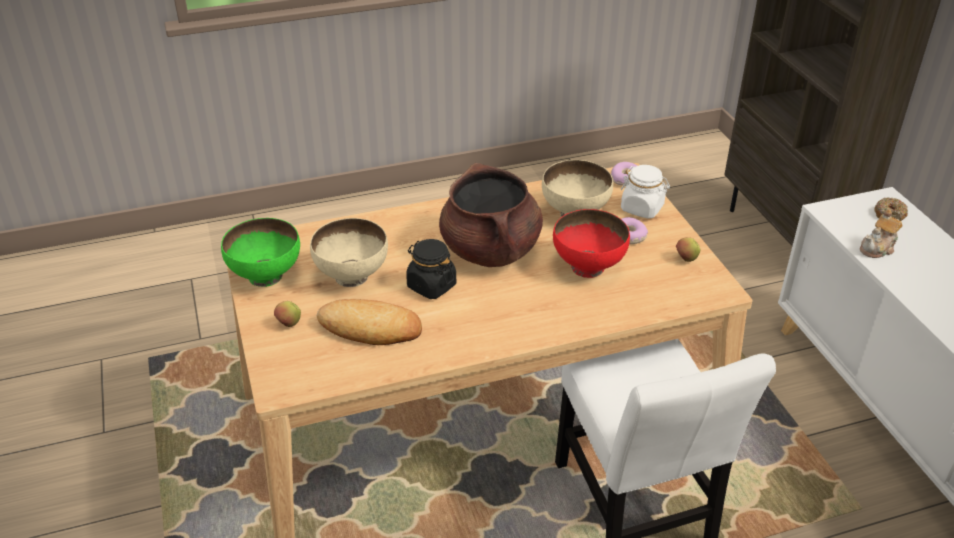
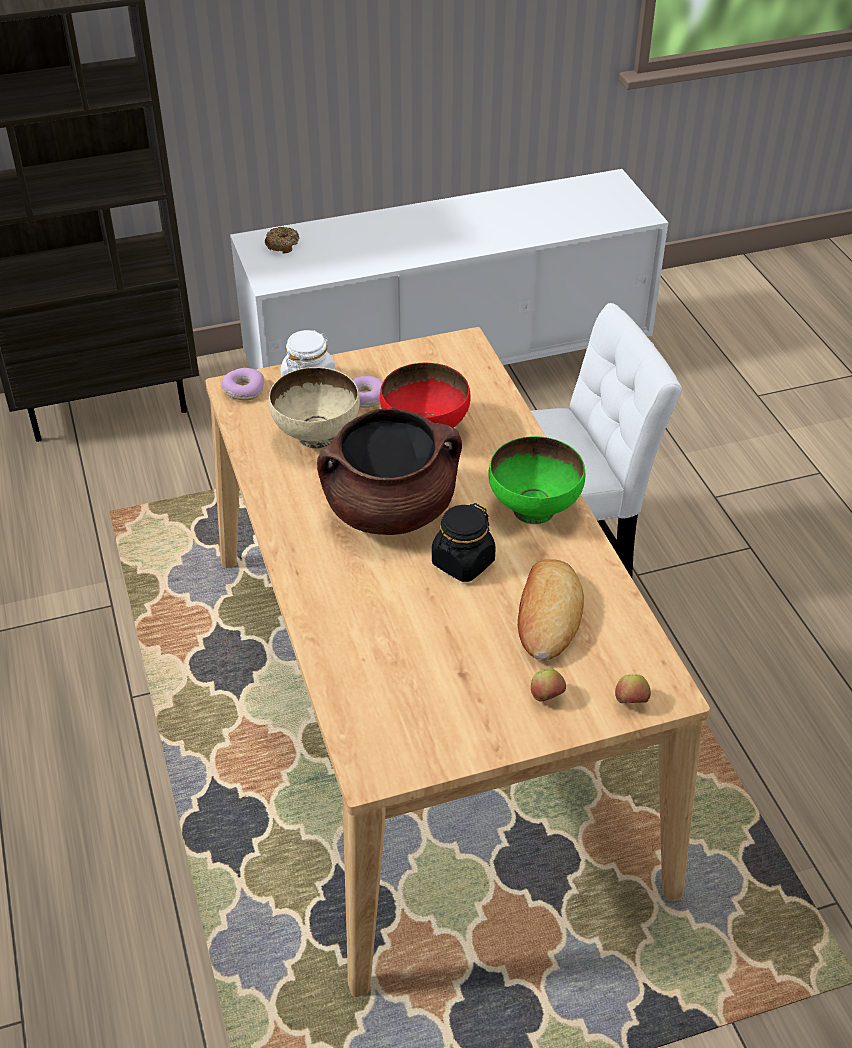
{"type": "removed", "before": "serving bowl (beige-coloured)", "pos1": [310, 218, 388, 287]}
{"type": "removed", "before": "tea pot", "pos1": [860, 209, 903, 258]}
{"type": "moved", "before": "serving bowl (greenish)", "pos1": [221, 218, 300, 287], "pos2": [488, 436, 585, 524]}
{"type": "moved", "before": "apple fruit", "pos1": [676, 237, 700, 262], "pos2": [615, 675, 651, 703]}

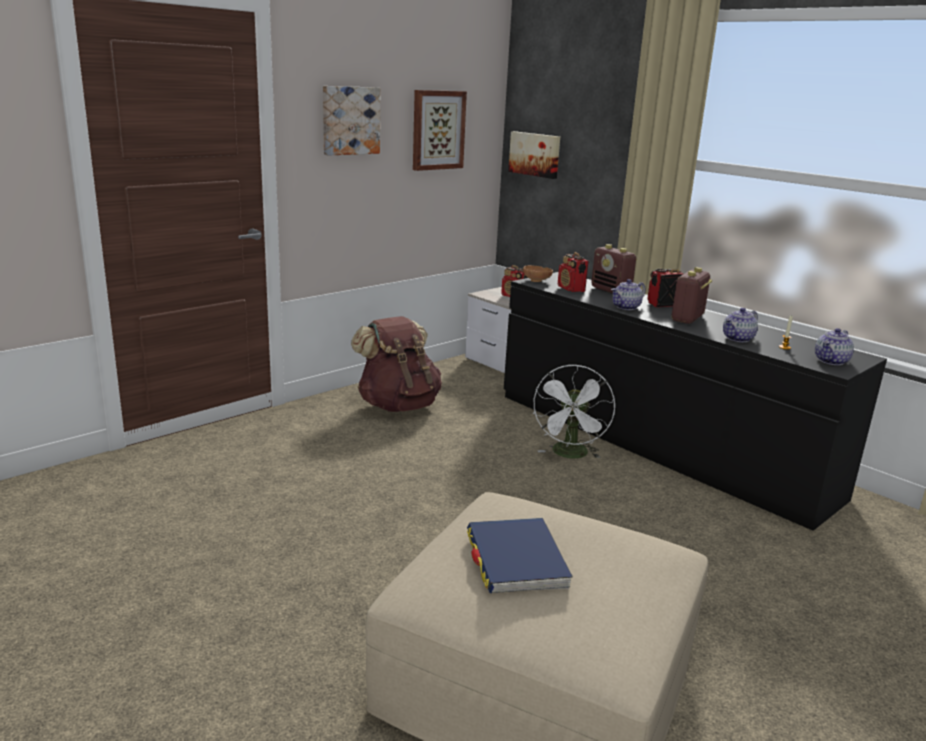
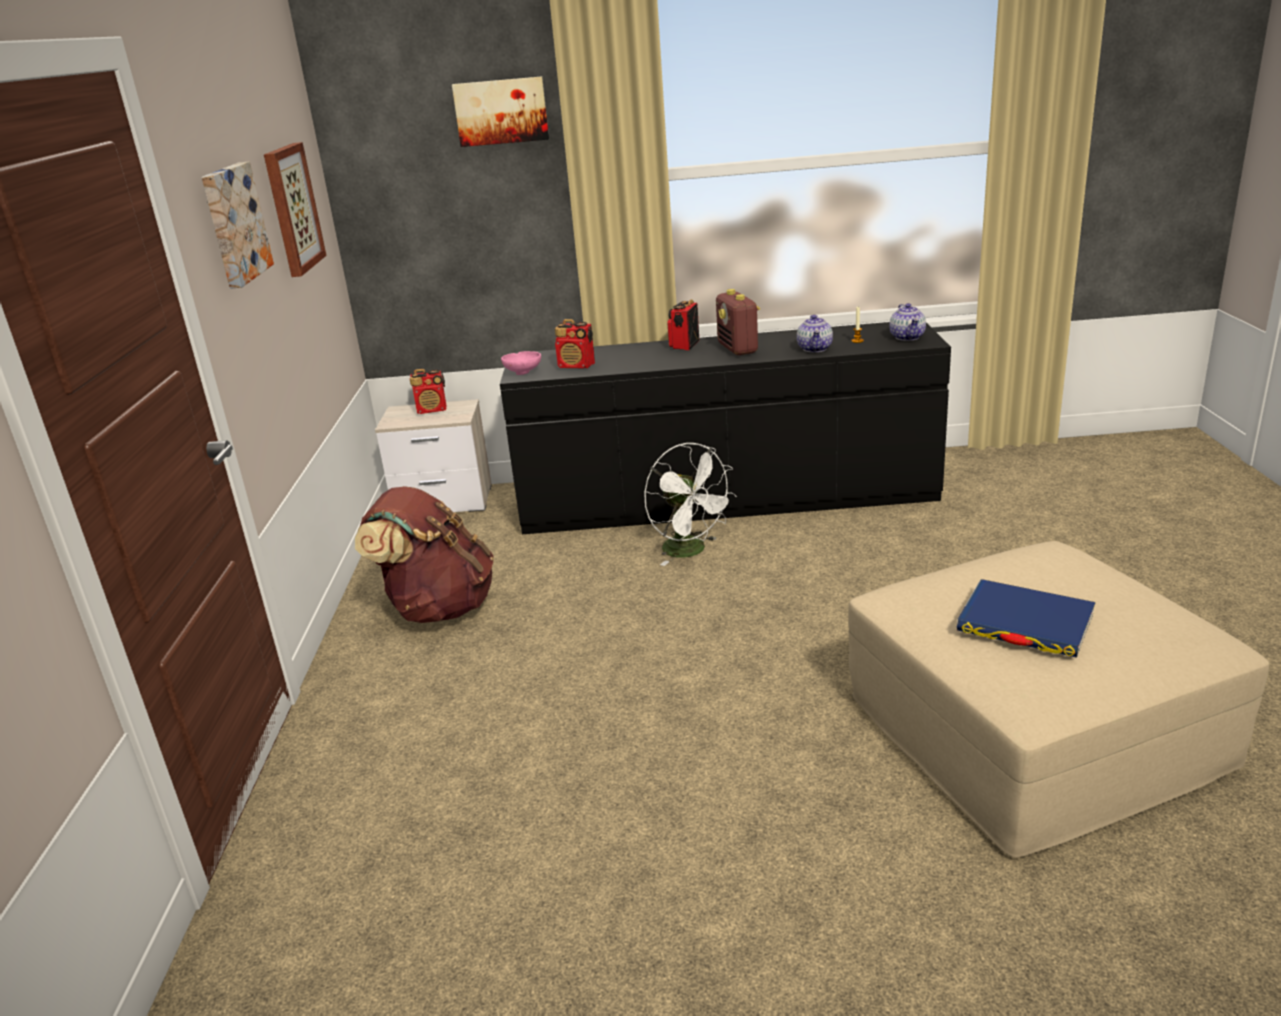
{"type": "removed", "before": "radio", "pos1": [591, 244, 637, 294]}
{"type": "removed", "before": "tea pot", "pos1": [611, 279, 646, 310]}
{"type": "moved", "before": "wall picture", "pos1": [508, 131, 560, 179], "pos2": [452, 76, 549, 147]}
{"type": "recoloured", "before": "serving bowl (brown-coloured)", "after": "serving bowl (pinkish)", "pos1": [523, 265, 553, 282], "pos2": [501, 351, 541, 375]}

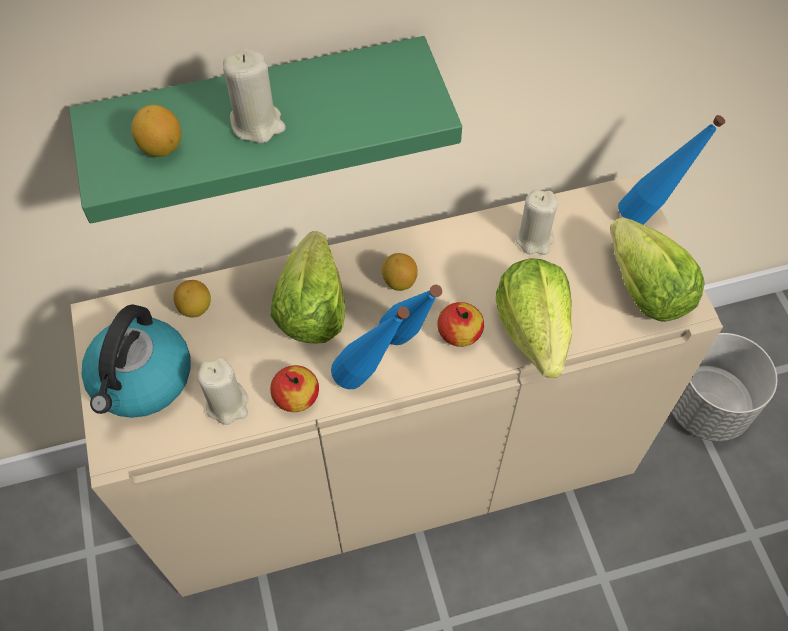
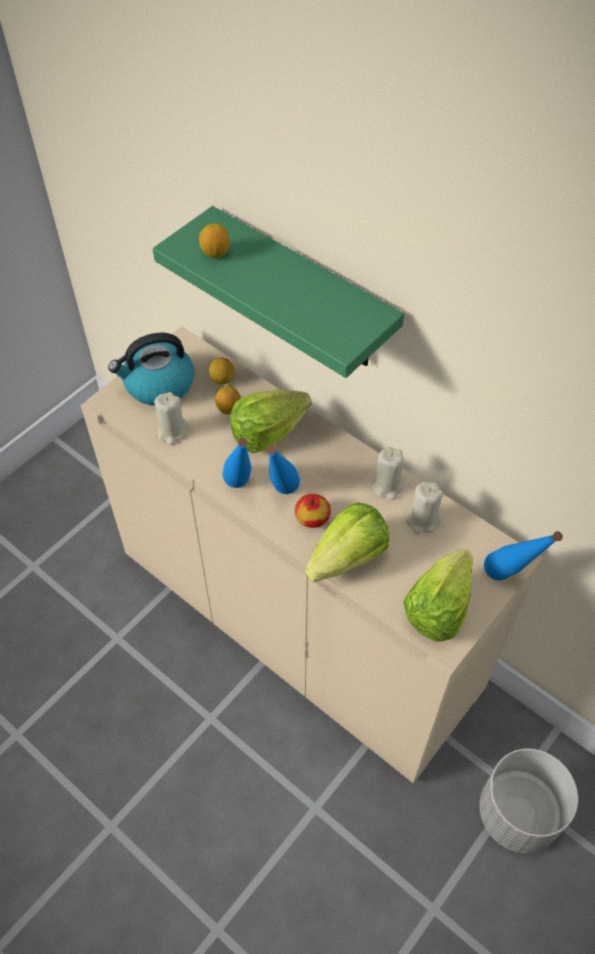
{"type": "removed", "before": "apple fruit", "pos1": [270, 365, 319, 412]}
{"type": "moved", "before": "wax light (beige-coloured)", "pos1": [223, 48, 286, 143], "pos2": [372, 447, 404, 500]}
{"type": "moved", "before": "whole lemon", "pos1": [382, 253, 418, 291], "pos2": [215, 386, 241, 414]}

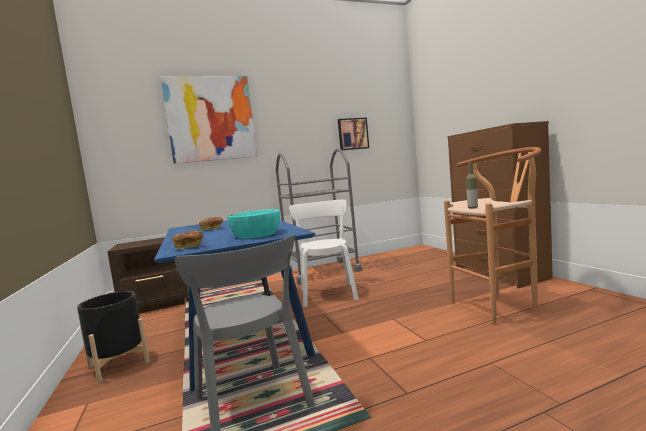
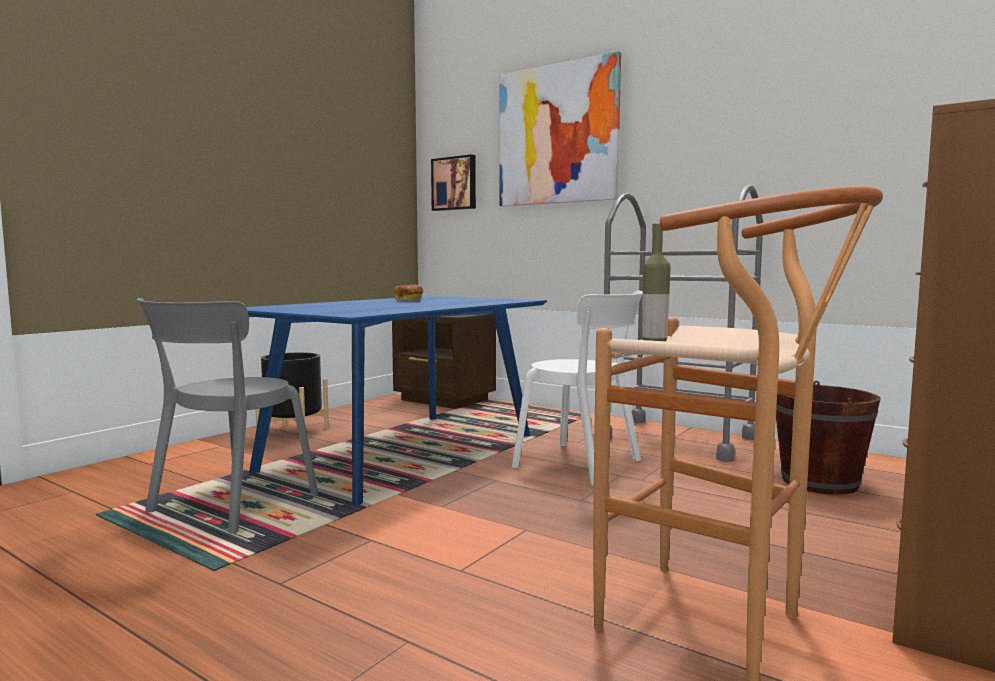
{"type": "removed", "before": "bakery bread", "pos1": [173, 230, 204, 249]}
{"type": "removed", "before": "serving bowl (turquoise)", "pos1": [228, 209, 280, 239]}
{"type": "added", "after": "bucket (brown-coloured)", "pos2": [776, 381, 881, 495]}
{"type": "moved", "before": "wall picture", "pos1": [338, 118, 369, 150], "pos2": [431, 154, 476, 211]}
{"type": "turned", "before": "chair (white-coloured)", "pos1": [289, 199, 358, 307], "pos2": [512, 291, 643, 486], "turn": 75}

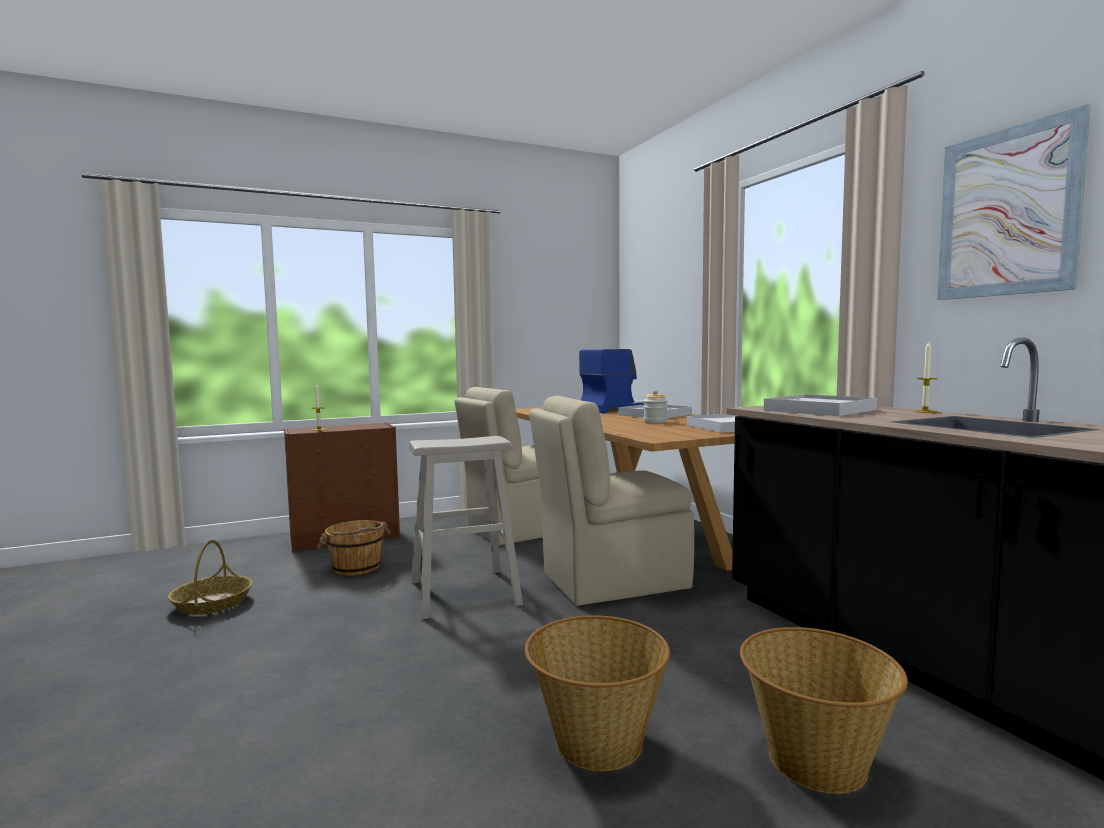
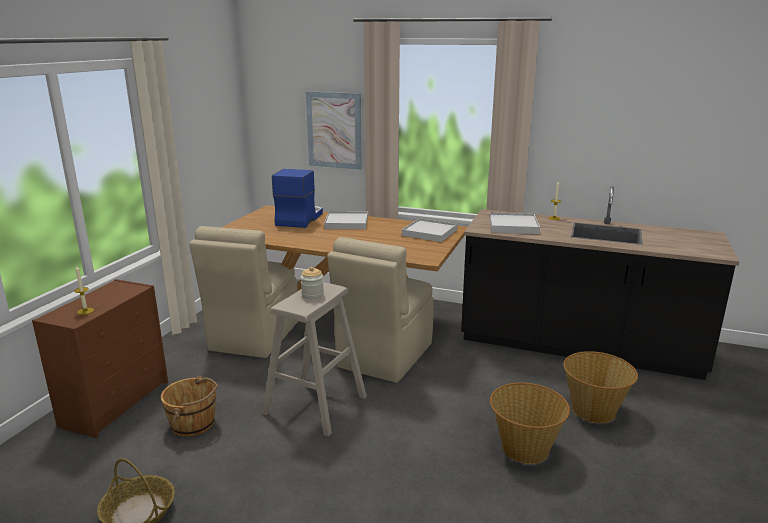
{"type": "moved", "before": "storage jar", "pos1": [644, 390, 667, 423], "pos2": [301, 267, 324, 299]}
{"type": "moved", "before": "wall picture", "pos1": [937, 104, 1091, 300], "pos2": [306, 91, 362, 170]}

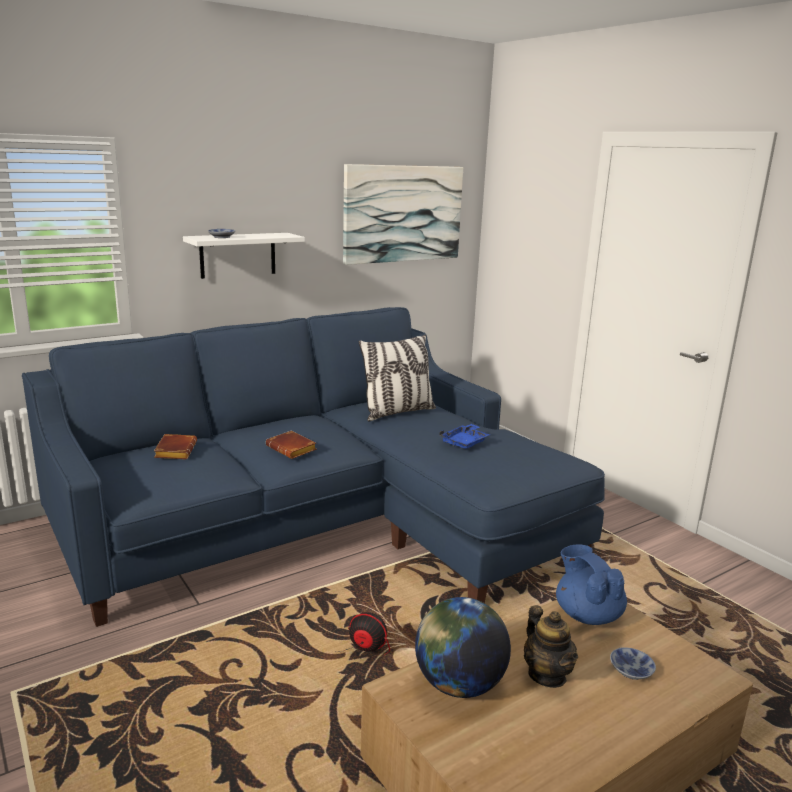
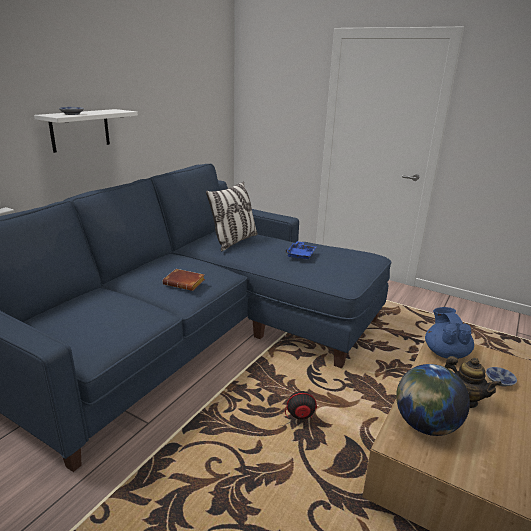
{"type": "removed", "before": "book (brown-coloured)", "pos1": [154, 434, 197, 459]}
{"type": "removed", "before": "wall picture", "pos1": [343, 164, 463, 265]}
{"type": "turned", "before": "tea pot (blue-coloured)", "pos1": [556, 544, 627, 625], "pos2": [425, 307, 474, 359], "turn": 45}

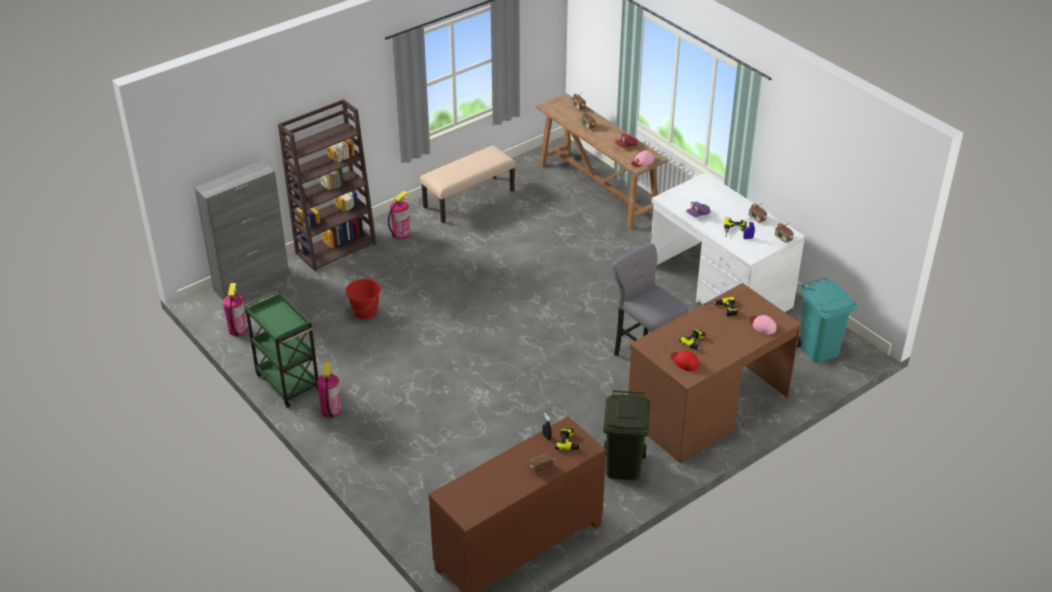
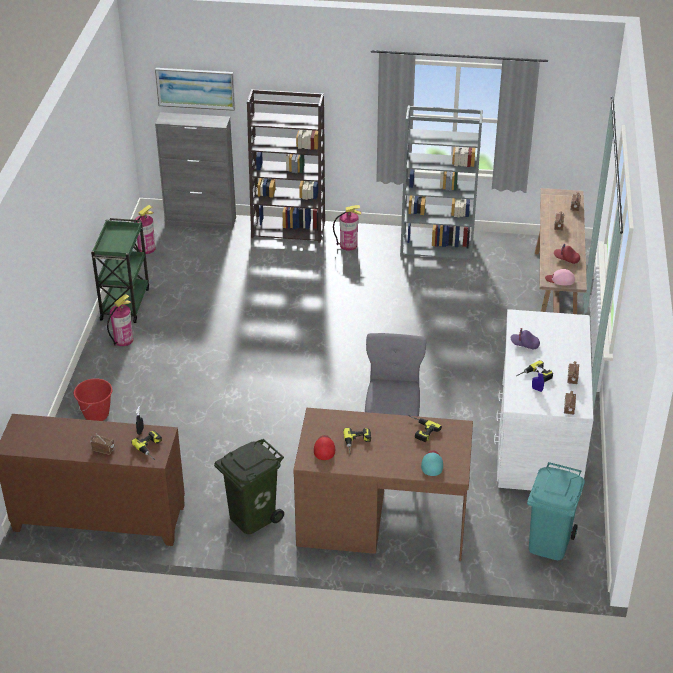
{"type": "added", "after": "wall picture", "pos2": [155, 68, 235, 111]}
{"type": "moved", "before": "bucket (red)", "pos1": [345, 279, 381, 319], "pos2": [74, 378, 113, 421]}
{"type": "replaced", "before": "long seat (beige-coloured)", "after": "bookcase (gray)", "pos1": [420, 145, 516, 223], "pos2": [400, 106, 483, 261]}
{"type": "recoloured", "before": "baseball cap (pinkish)", "after": "baseball cap (turquoise)", "pos1": [749, 315, 776, 335], "pos2": [421, 450, 443, 476]}

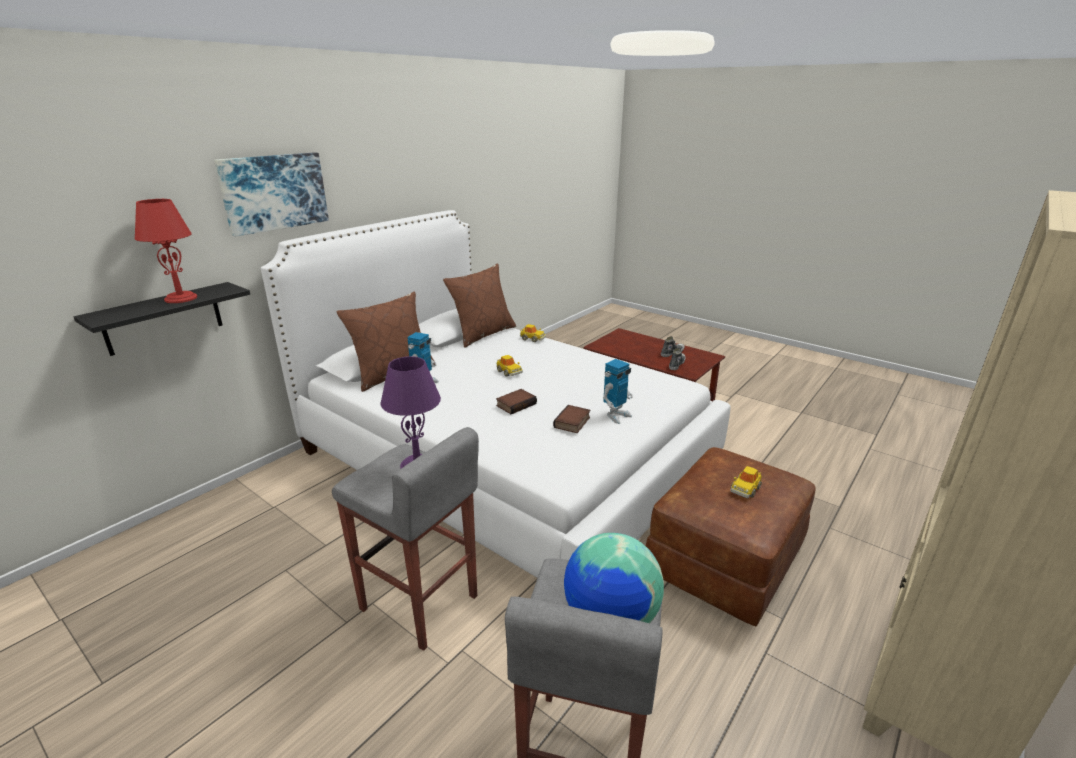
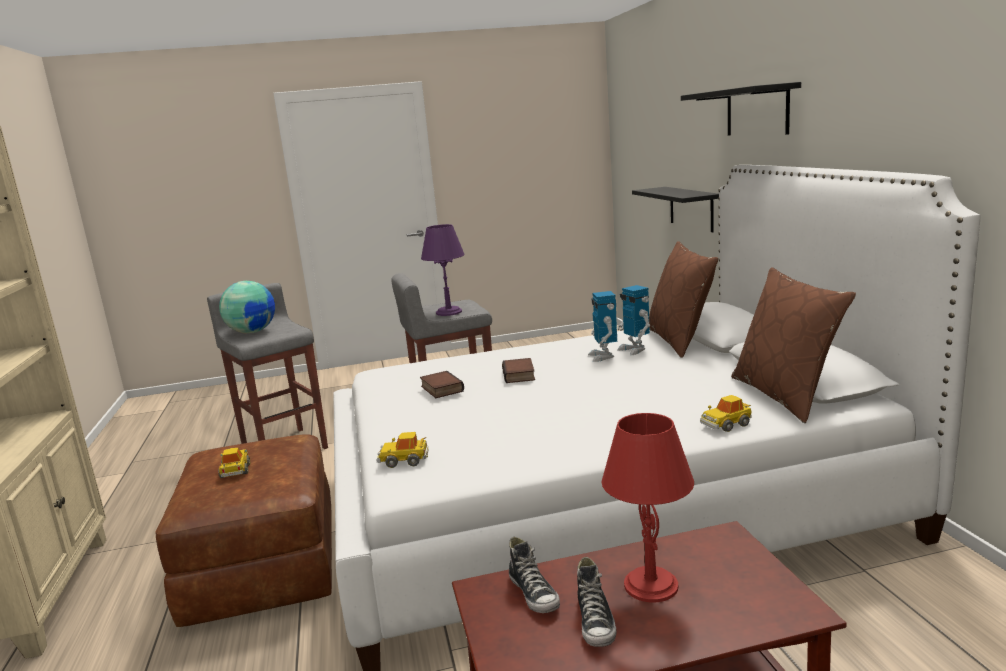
{"type": "moved", "before": "lamp for a table (red)", "pos1": [135, 199, 197, 303], "pos2": [601, 413, 694, 603]}
{"type": "moved", "before": "miniature car", "pos1": [497, 355, 523, 377], "pos2": [377, 432, 429, 468]}
{"type": "moved", "before": "model robot", "pos1": [603, 359, 632, 424], "pos2": [588, 291, 617, 362]}
{"type": "replaced", "before": "wall picture", "after": "wall shelf (blackish)", "pos1": [214, 152, 329, 237], "pos2": [681, 82, 801, 136]}

